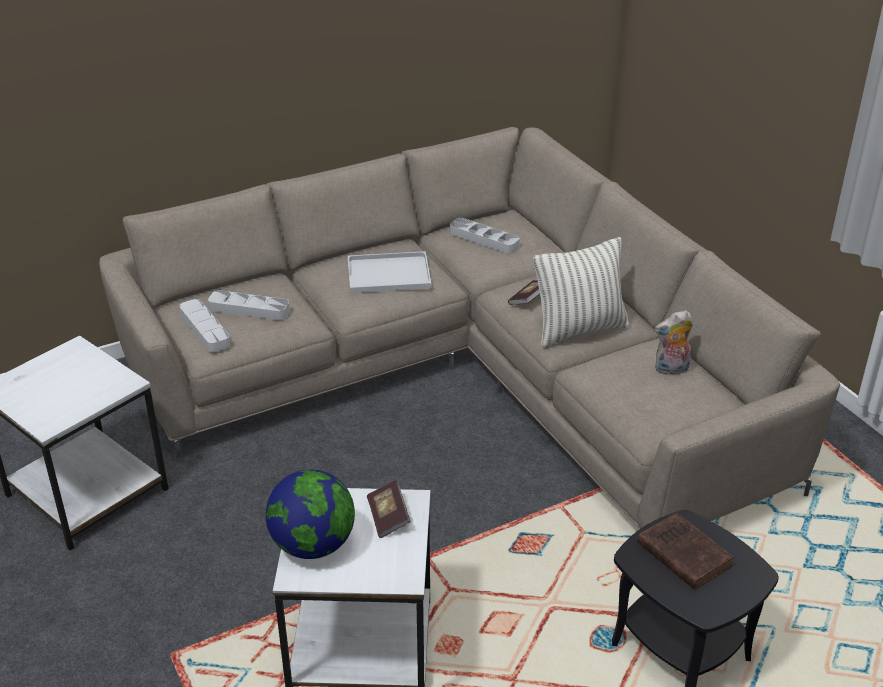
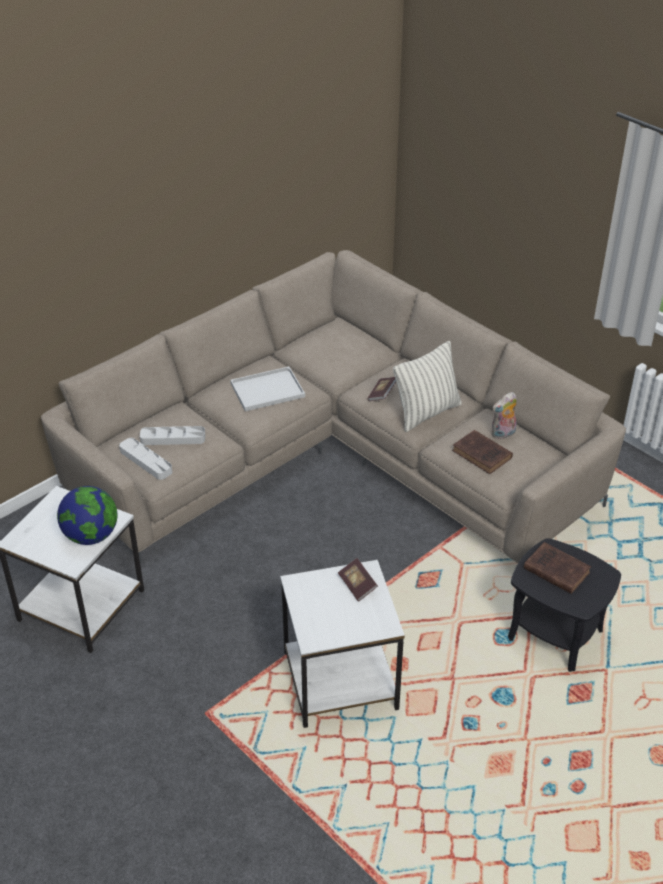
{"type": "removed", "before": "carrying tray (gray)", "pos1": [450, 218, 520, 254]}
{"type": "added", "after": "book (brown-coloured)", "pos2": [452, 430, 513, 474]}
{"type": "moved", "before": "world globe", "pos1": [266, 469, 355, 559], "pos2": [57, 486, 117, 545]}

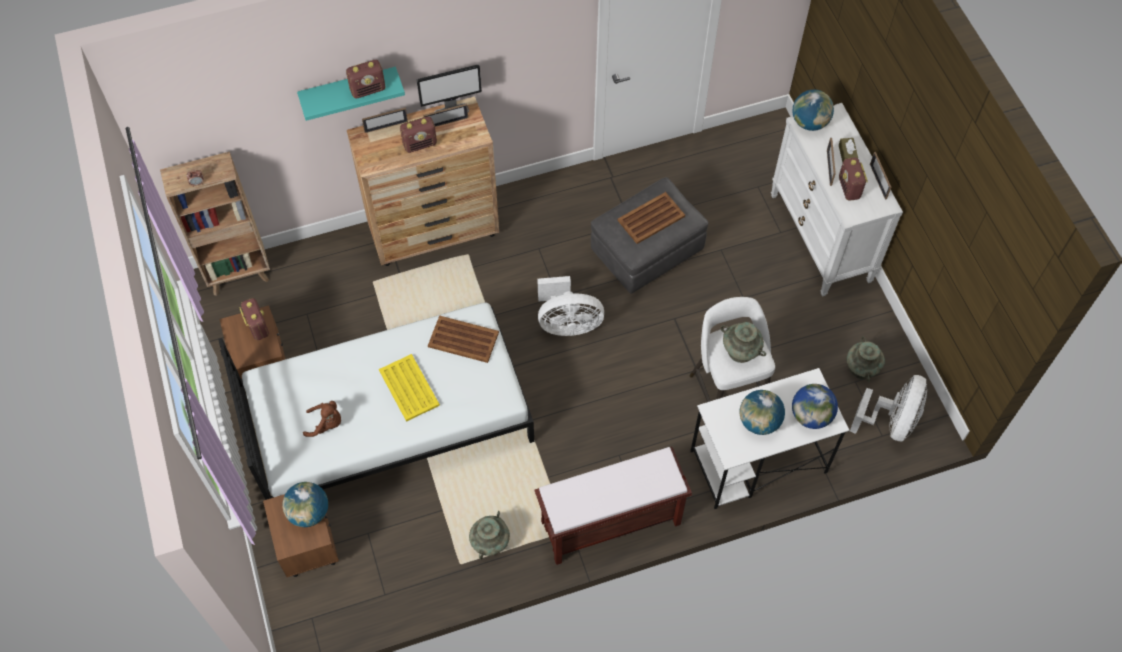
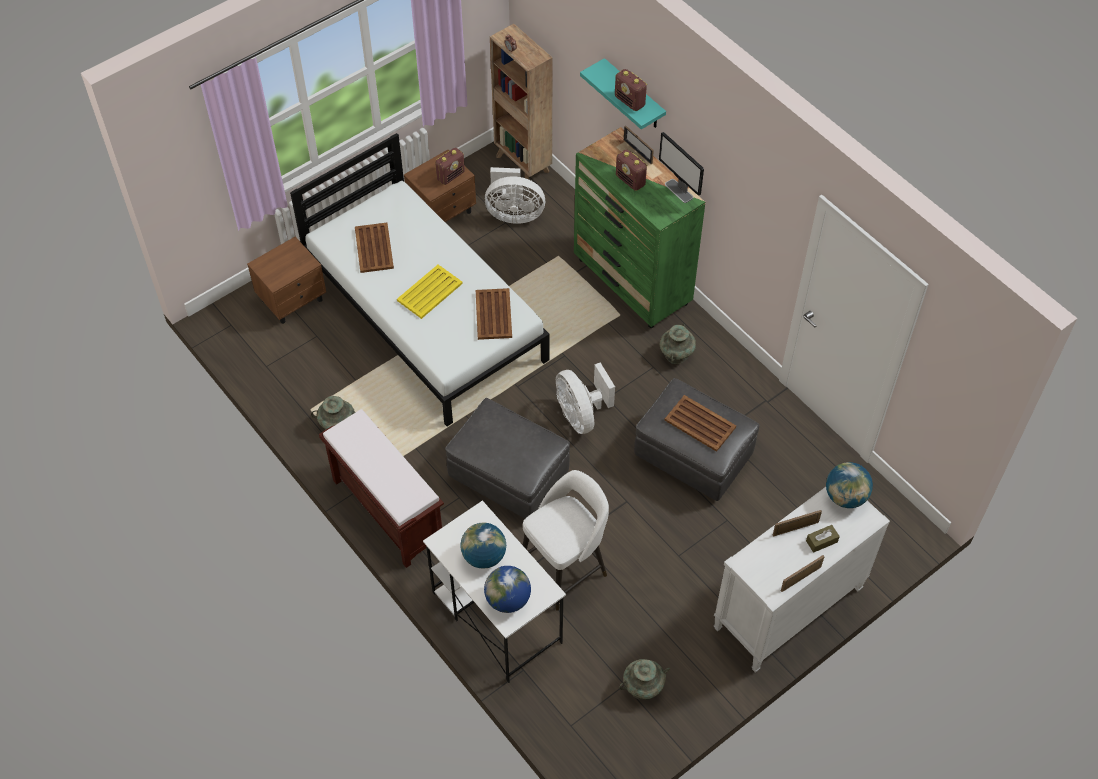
{"type": "removed", "before": "world globe", "pos1": [282, 482, 328, 527]}
{"type": "removed", "before": "photo frame", "pos1": [423, 104, 468, 127]}
{"type": "removed", "before": "radio", "pos1": [839, 157, 868, 201]}
{"type": "added", "after": "ottoman (gray)", "pos2": [445, 398, 570, 518]}
{"type": "moved", "before": "decorative vase (turquoise)", "pos1": [720, 322, 766, 363], "pos2": [659, 323, 696, 364]}
{"type": "moved", "before": "electric fan (white-coloured)", "pos1": [850, 375, 927, 442], "pos2": [485, 167, 545, 224]}
{"type": "replaced", "before": "cuddly toy (brown-coloured)", "after": "carrying tray (brown-coloured)", "pos1": [303, 401, 341, 437], "pos2": [355, 223, 394, 273]}
{"type": "recoloured", "before": "drawer chest (brown-coloured)", "after": "drawer chest (greenish)", "pos1": [347, 97, 499, 266], "pos2": [574, 127, 705, 328]}

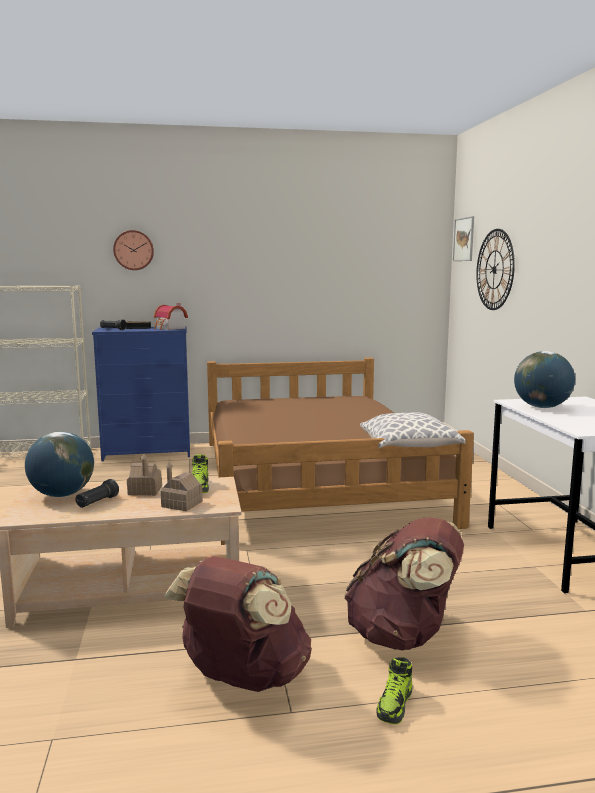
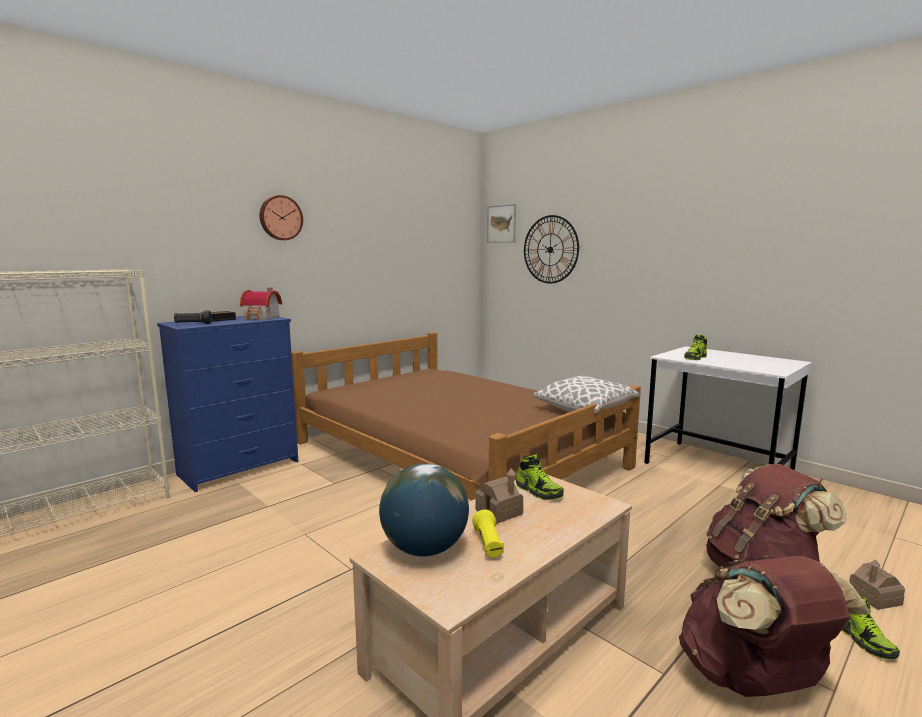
{"type": "moved", "before": "clock on the wall", "pos1": [113, 230, 154, 270], "pos2": [260, 195, 303, 240]}
{"type": "moved", "before": "miniature house", "pos1": [161, 462, 203, 511], "pos2": [849, 560, 905, 610]}
{"type": "replaced", "before": "world globe", "after": "shoe", "pos1": [514, 351, 575, 408], "pos2": [684, 334, 707, 360]}
{"type": "recoloured", "before": "hand torch (blackish)", "after": "hand torch (yellowish)", "pos1": [75, 479, 119, 508], "pos2": [472, 510, 504, 558]}

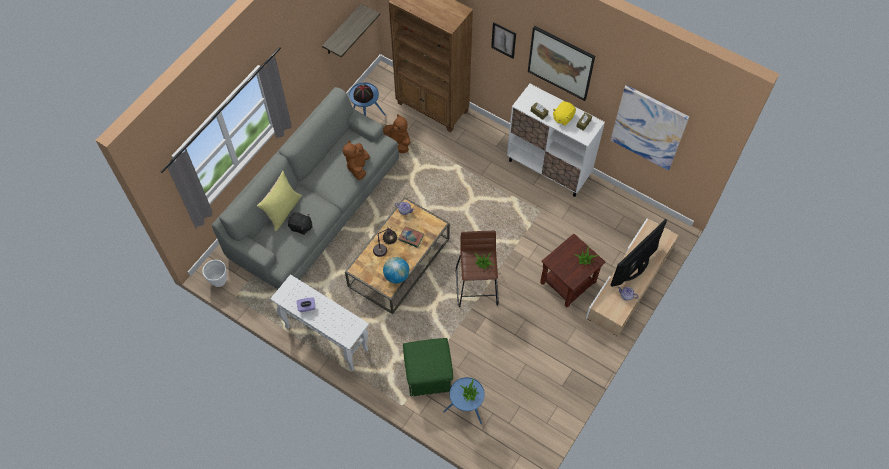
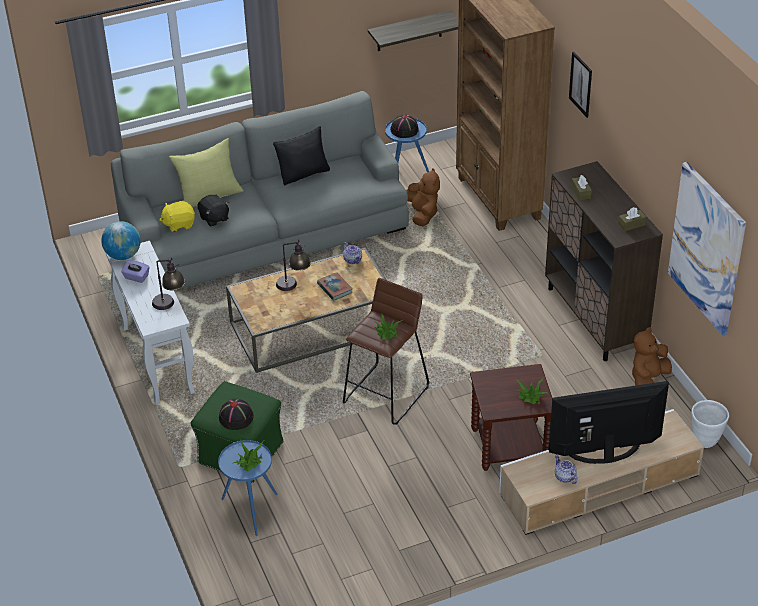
{"type": "removed", "before": "wall picture", "pos1": [528, 26, 595, 101]}
{"type": "added", "after": "lamp for a table", "pos2": [152, 258, 185, 310]}
{"type": "added", "after": "wearable hat (blackish)", "pos2": [219, 399, 254, 430]}
{"type": "added", "after": "throw pillow (blackish)", "pos2": [273, 126, 330, 185]}
{"type": "moved", "before": "flower pot (white-coloured)", "pos1": [202, 260, 227, 287], "pos2": [691, 400, 729, 448]}
{"type": "moved", "before": "cuddly toy (brown-coloured)", "pos1": [343, 140, 370, 180], "pos2": [632, 327, 672, 385]}
{"type": "moved", "before": "world globe", "pos1": [383, 257, 409, 283], "pos2": [101, 221, 141, 260]}
{"type": "moved", "before": "cuddly toy (yellowish)", "pos1": [553, 101, 576, 126], "pos2": [160, 201, 195, 232]}
{"type": "recoloured", "before": "cupboard (white-coloured)", "after": "cupboard (brown-coloured)", "pos1": [507, 84, 605, 197], "pos2": [545, 161, 663, 361]}

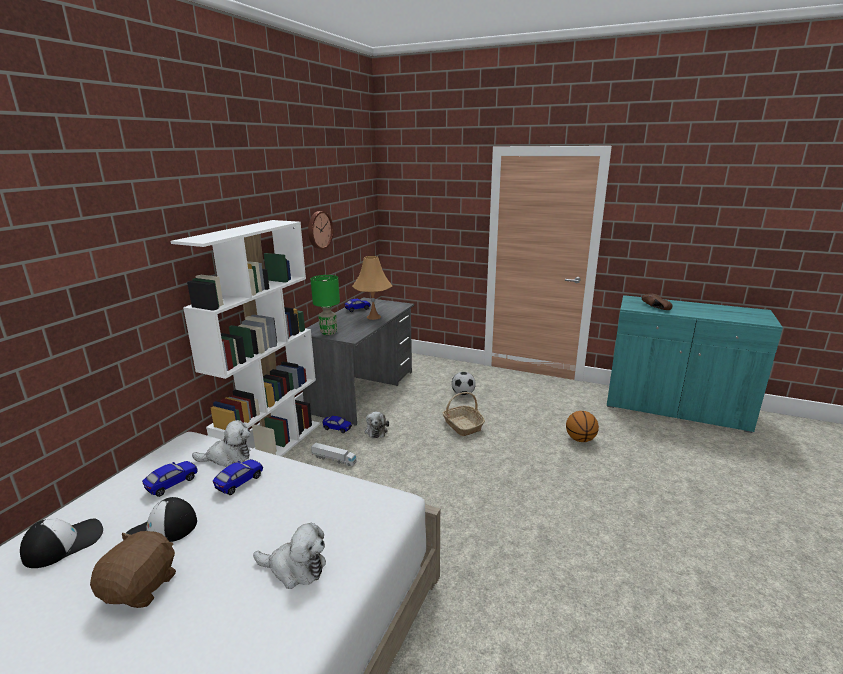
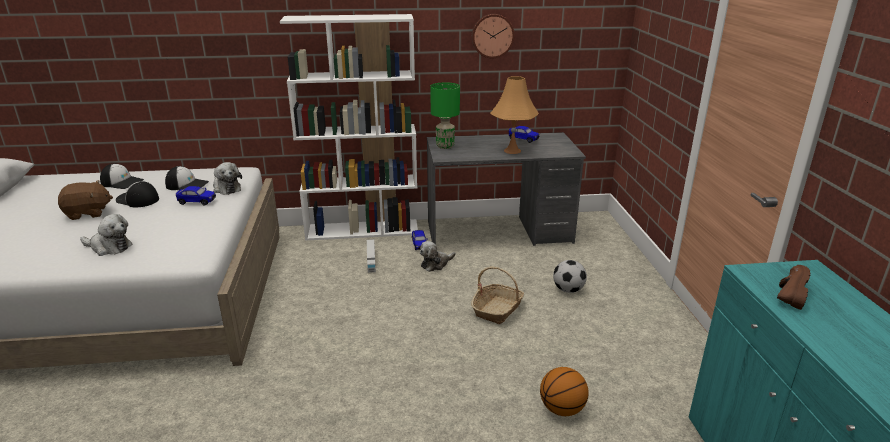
{"type": "replaced", "before": "miniature car", "after": "baseball cap", "pos1": [142, 461, 198, 497], "pos2": [165, 166, 209, 190]}
{"type": "turned", "before": "cuddly toy", "pos1": [253, 523, 326, 589], "pos2": [80, 214, 133, 256], "turn": -60}

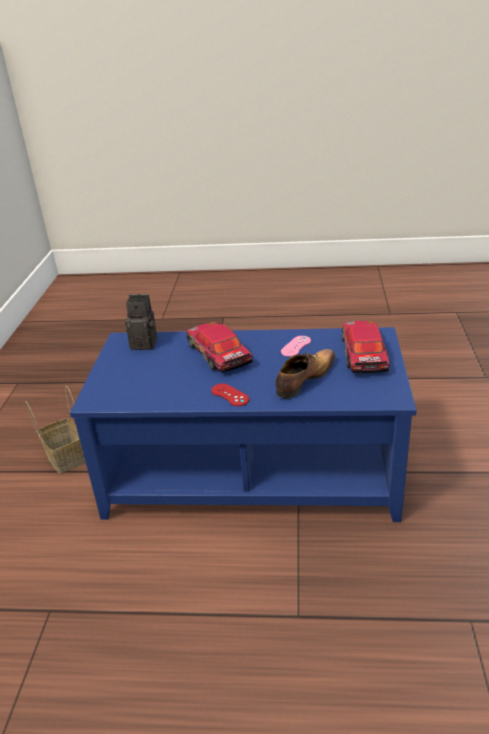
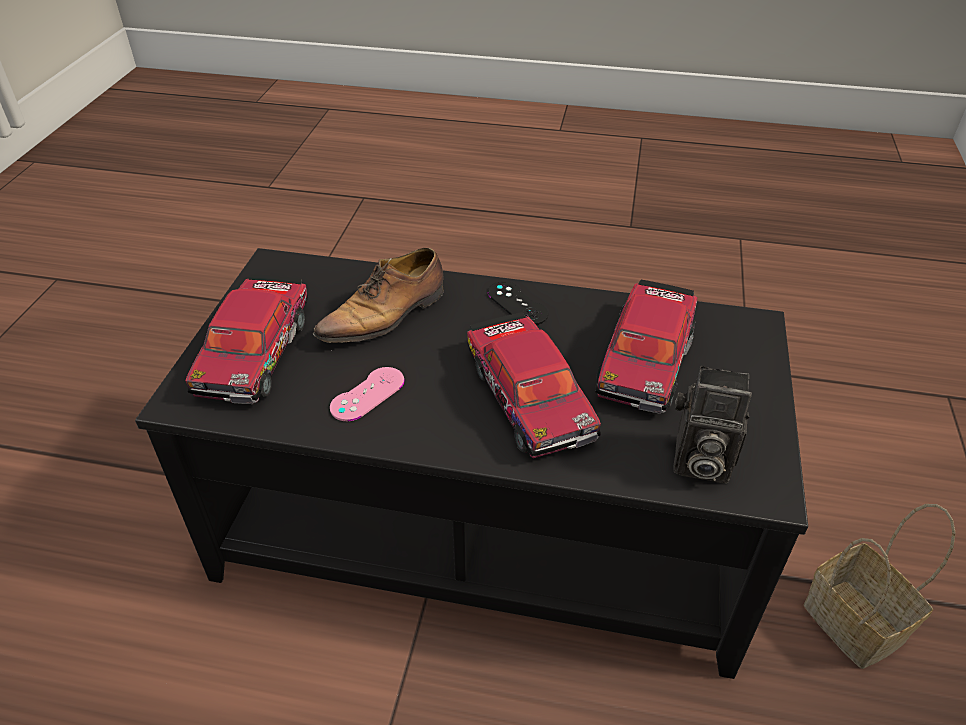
{"type": "added", "after": "miniature car", "pos2": [595, 280, 697, 414]}
{"type": "recoloured", "before": "coffee table (blue-coloured)", "after": "coffee table (blackish)", "pos1": [70, 327, 417, 522], "pos2": [135, 248, 808, 679]}
{"type": "recoloured", "before": "game controller (red)", "after": "game controller (blackish)", "pos1": [211, 384, 249, 406], "pos2": [488, 281, 548, 325]}

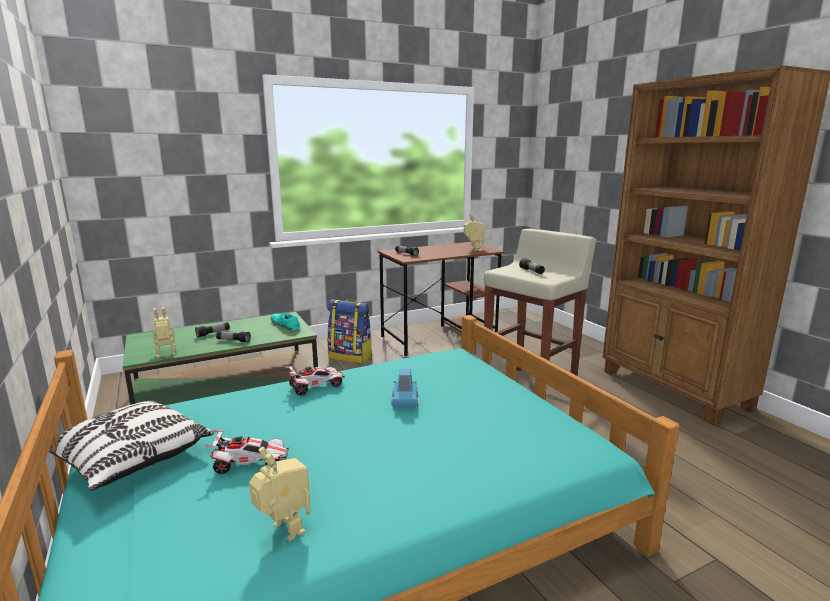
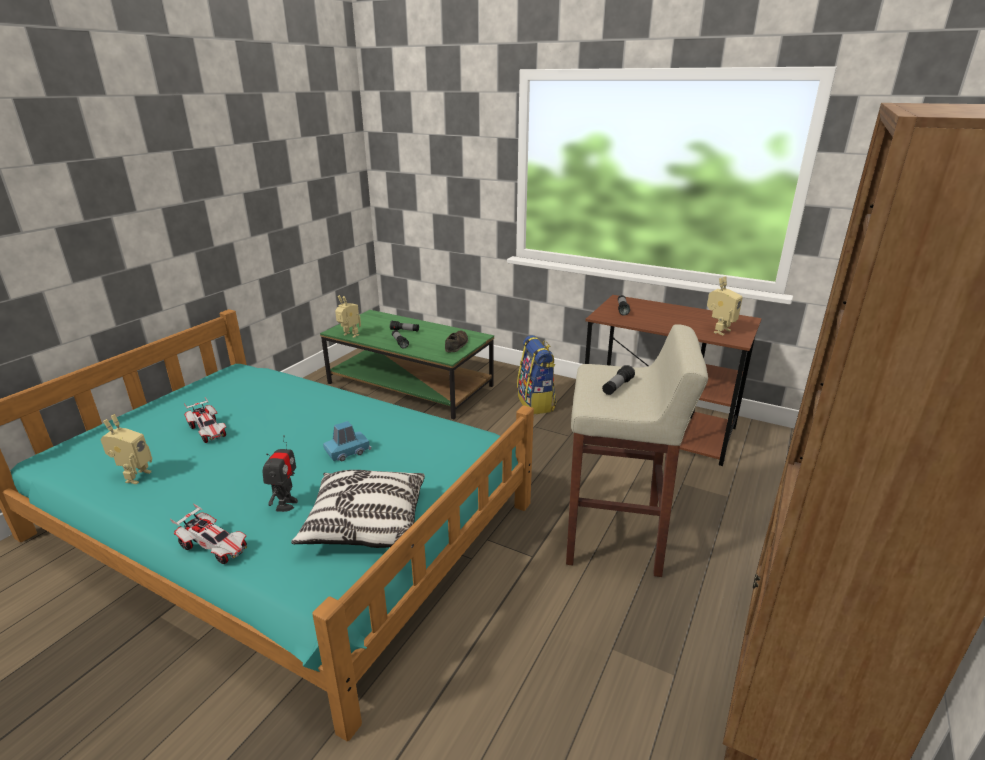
{"type": "added", "after": "model robot", "pos2": [263, 435, 298, 512]}
{"type": "moved", "before": "throw pillow", "pos1": [49, 401, 214, 491], "pos2": [291, 470, 425, 548]}
{"type": "moved", "before": "miniature car", "pos1": [284, 366, 345, 396], "pos2": [170, 503, 247, 564]}
{"type": "recoloured", "before": "shoe (turquoise)", "after": "shoe (brown-coloured)", "pos1": [271, 312, 300, 330], "pos2": [445, 330, 468, 352]}

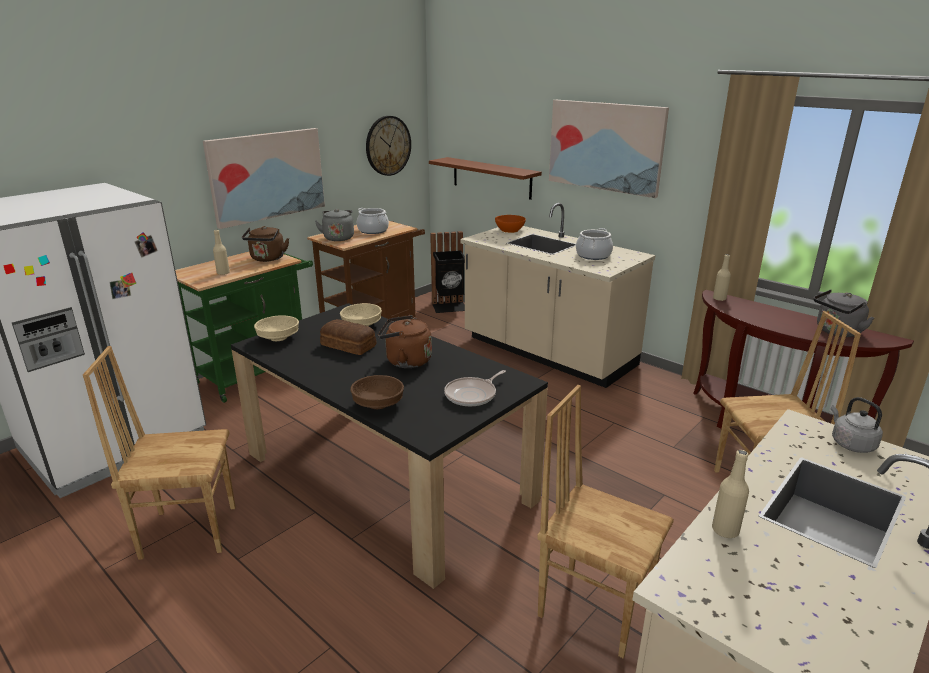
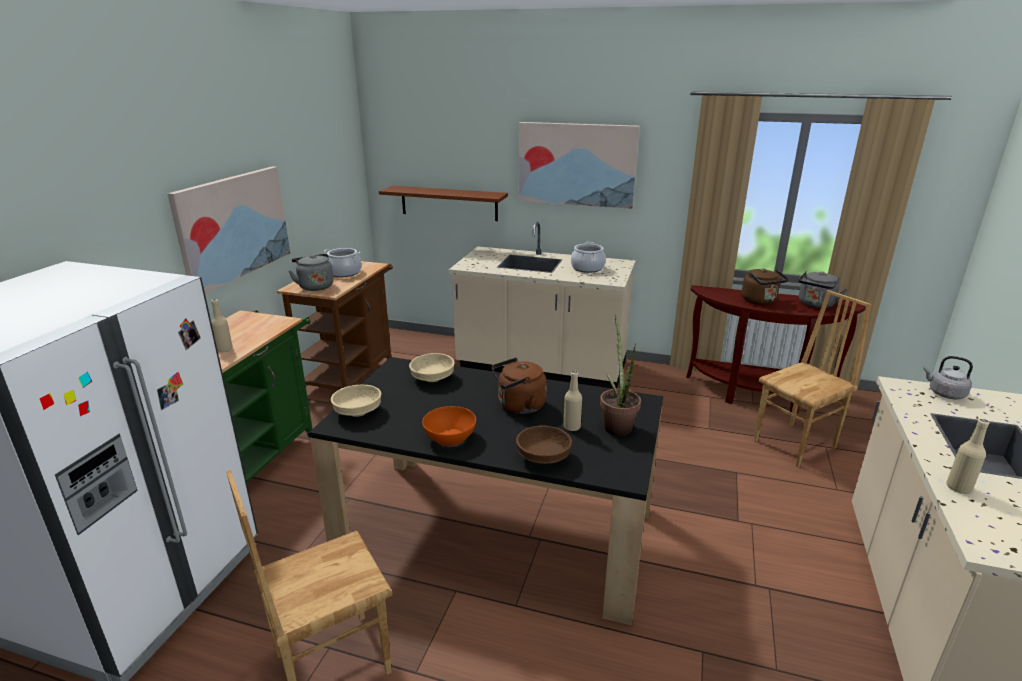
{"type": "removed", "before": "bakery bread", "pos1": [320, 319, 376, 355]}
{"type": "removed", "before": "clock on the wall", "pos1": [366, 116, 411, 176]}
{"type": "removed", "before": "rubbish bin (blackish)", "pos1": [430, 231, 465, 313]}
{"type": "removed", "before": "chair (brown-coloured)", "pos1": [537, 385, 674, 658]}
{"type": "moved", "before": "water kettle (brown-coloured)", "pos1": [242, 226, 289, 262], "pos2": [742, 268, 788, 305]}
{"type": "moved", "before": "serving bowl (orange-coloured)", "pos1": [495, 215, 526, 233], "pos2": [422, 406, 476, 446]}
{"type": "moved", "before": "beverage bottle (beige-coloured)", "pos1": [713, 254, 731, 301], "pos2": [563, 371, 582, 431]}
{"type": "replaced", "before": "pan", "after": "potted plant", "pos1": [444, 370, 506, 407], "pos2": [600, 315, 641, 436]}

